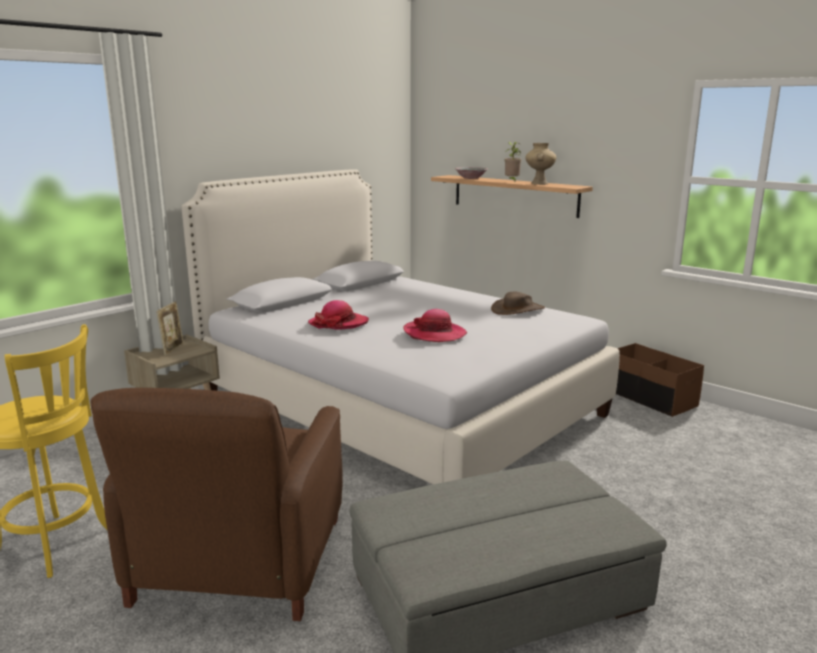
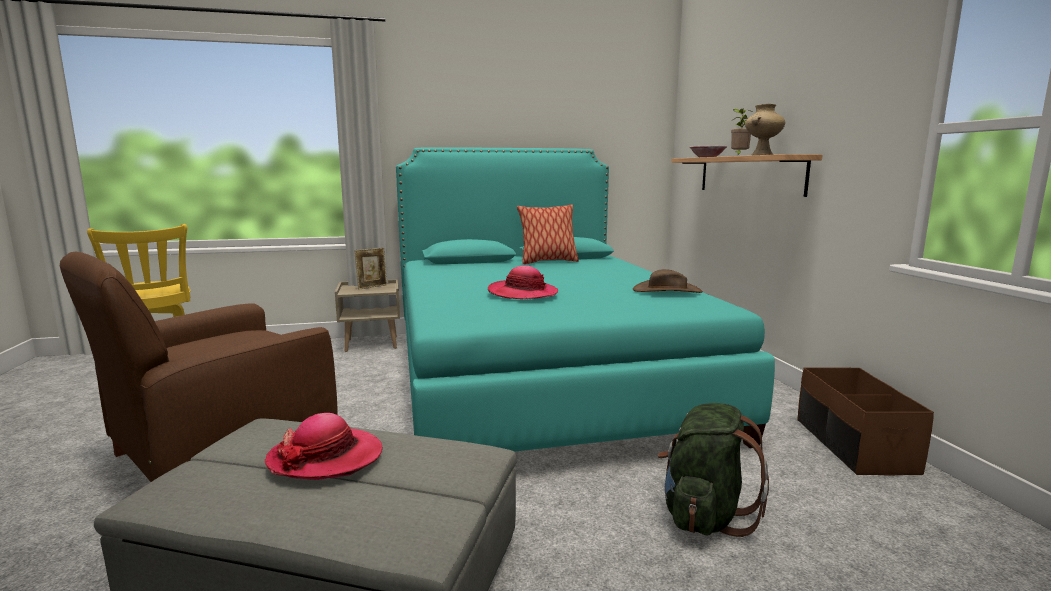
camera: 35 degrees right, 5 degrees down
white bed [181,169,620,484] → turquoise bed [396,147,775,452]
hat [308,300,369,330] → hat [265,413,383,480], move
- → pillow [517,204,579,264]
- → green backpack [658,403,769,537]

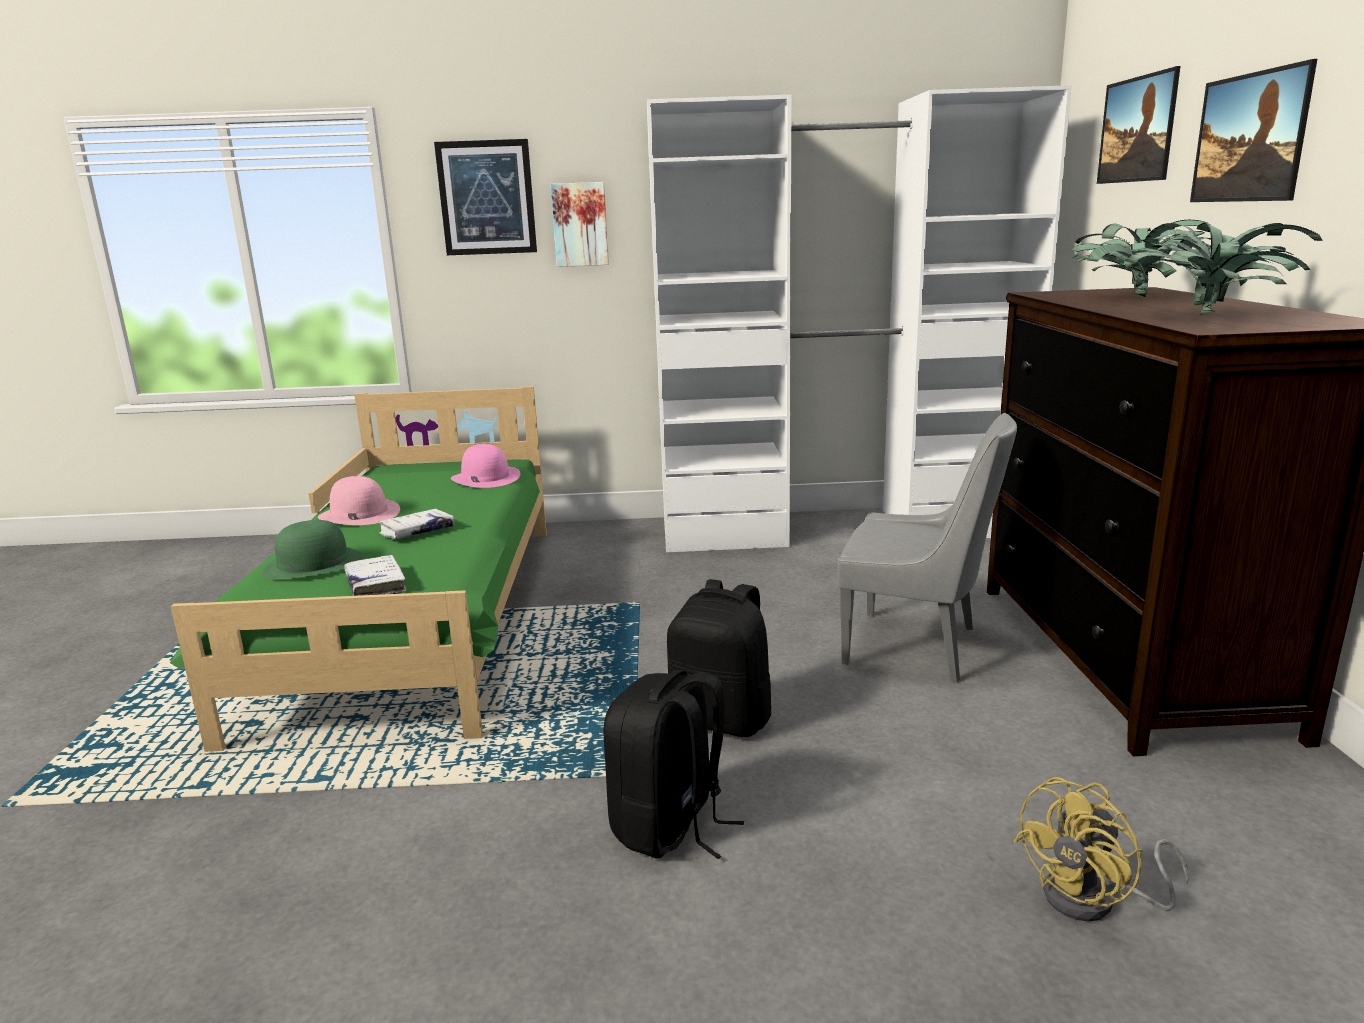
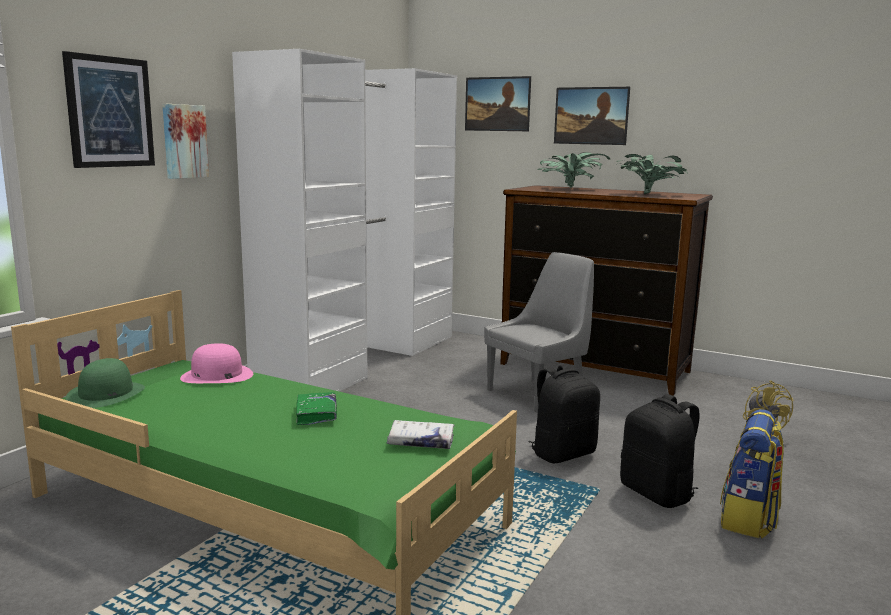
camera: 60 degrees left, 5 degrees down
pink hat [318,476,400,525] → -
white book [379,509,454,540] → green book [296,392,337,425]
green hat [262,520,364,580] → green hat [66,358,145,408], move
- → backpack [720,409,784,539]

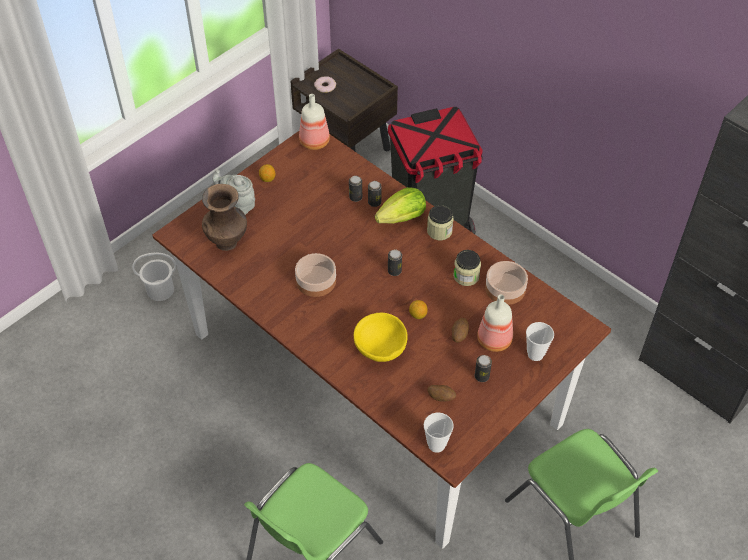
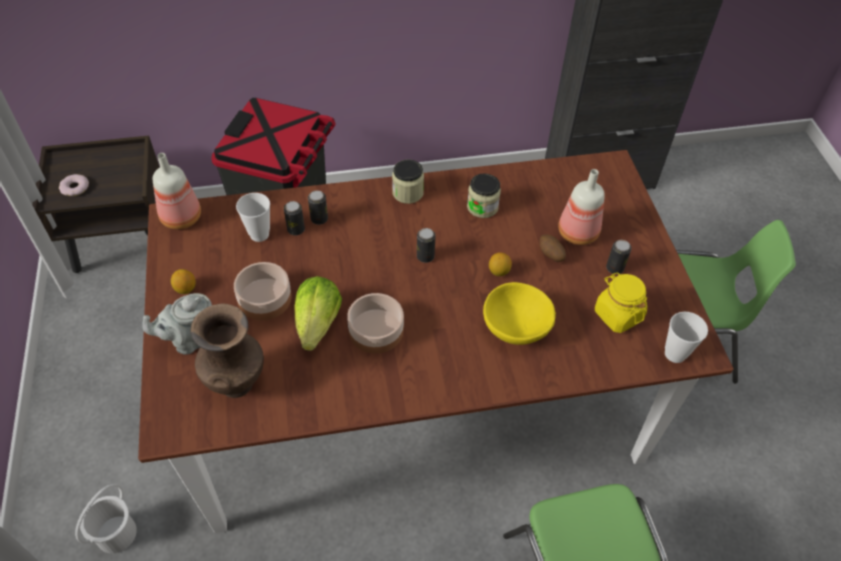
camera: 55 degrees left, 0 degrees up
lettuce [375,187,426,224] → lettuce [294,276,342,351], move
bowl [485,261,528,305] → bowl [234,262,292,320], move
cup [526,322,554,361] → cup [236,193,270,242], move
potato [427,385,456,402] → yellow jar [595,273,647,333]

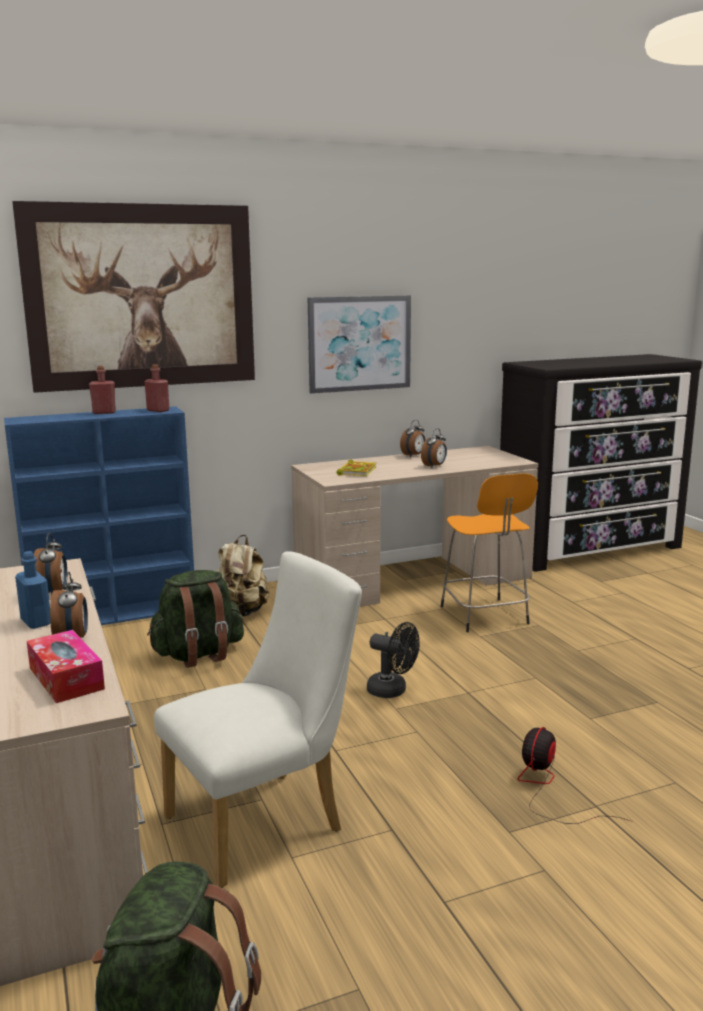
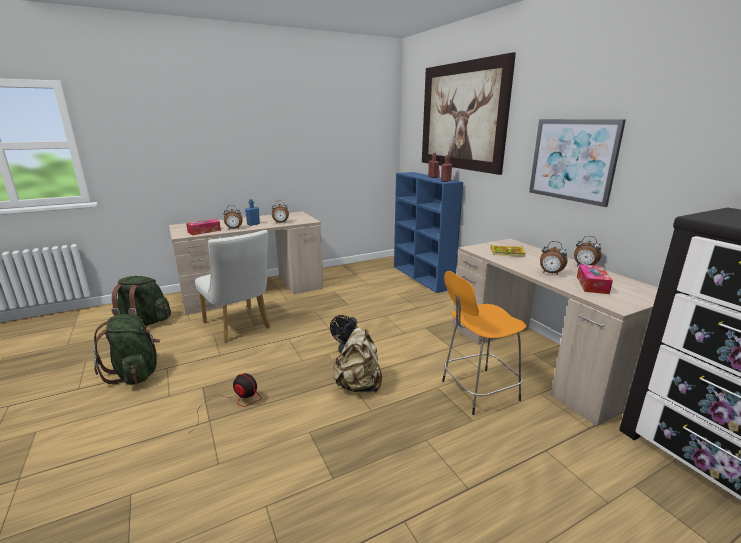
camera: 85 degrees right, 5 degrees up
beige backpack [215,535,269,617] → beige backpack [333,328,382,392], move
green backpack [147,570,244,668] → green backpack [93,314,160,385], move
- → tissue box [577,264,613,294]

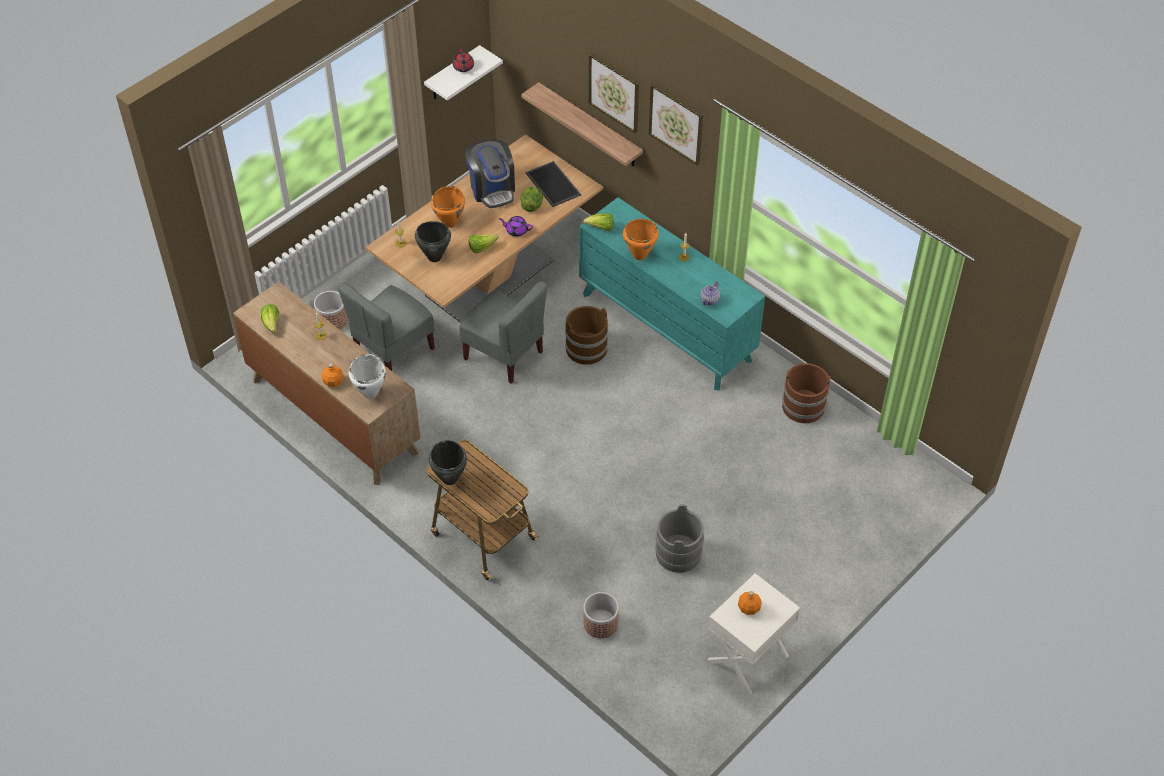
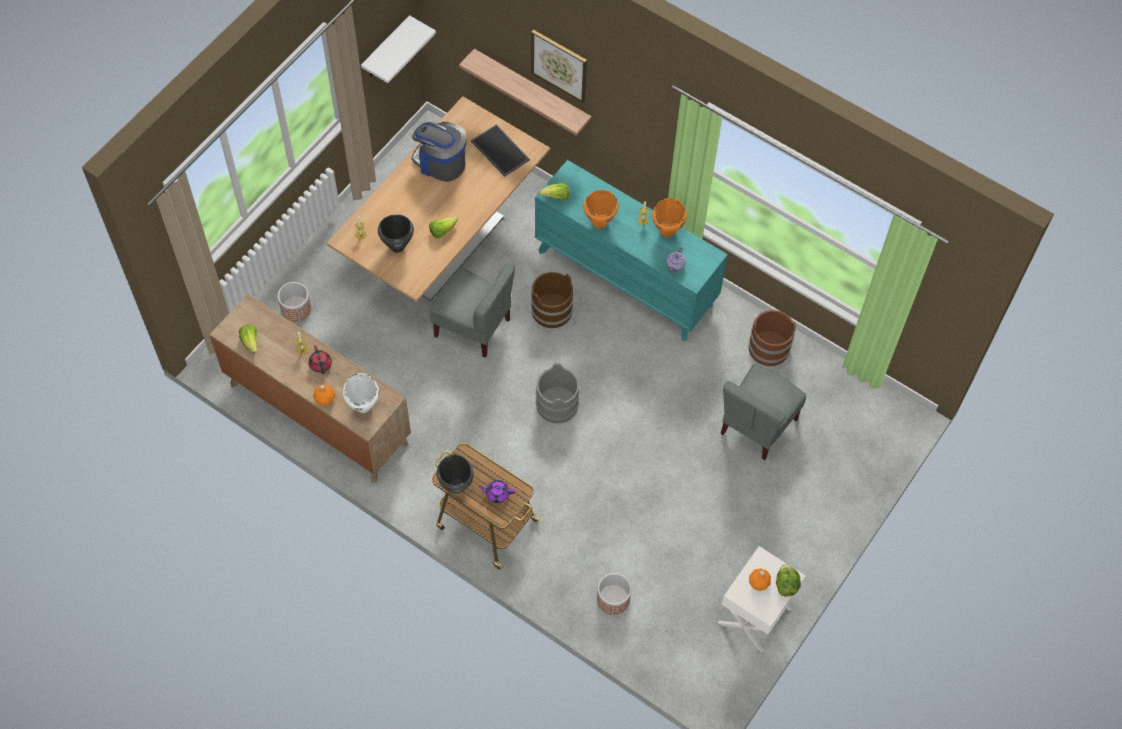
camera: 10 degrees left, 10 degrees up
red teapot [453,49,474,72] → red teapot [309,345,332,374], move
picture [649,83,703,166] → -
coffee machine [465,139,515,208] → coffee machine [411,122,466,182], 150 degrees clockwise
orange cooking pot [431,186,465,228] → orange cooking pot [652,198,686,237], move
lettuce [521,186,543,212] → lettuce [776,564,801,596], move
purple teapot [499,216,533,237] → purple teapot [477,480,515,503], move
grey chair [338,282,435,371] → grey chair [720,364,806,460], move
grey bucket [655,504,704,573] → grey bucket [536,363,580,424], move

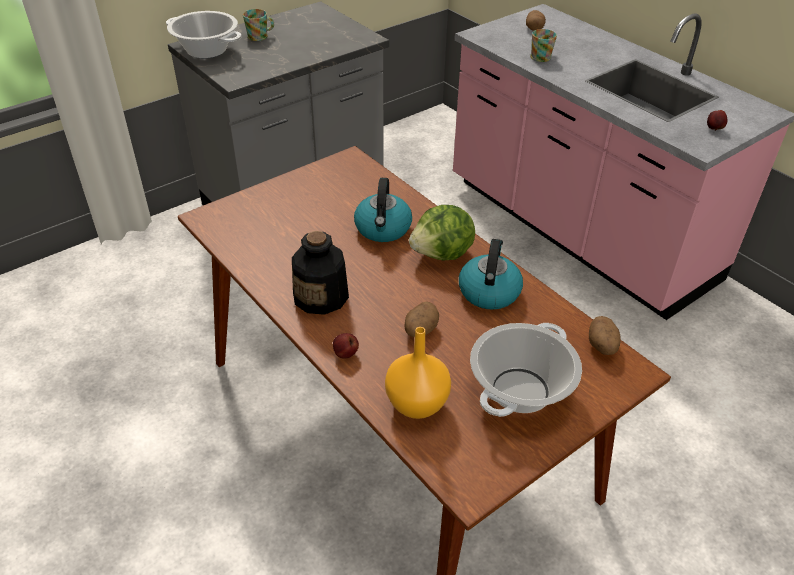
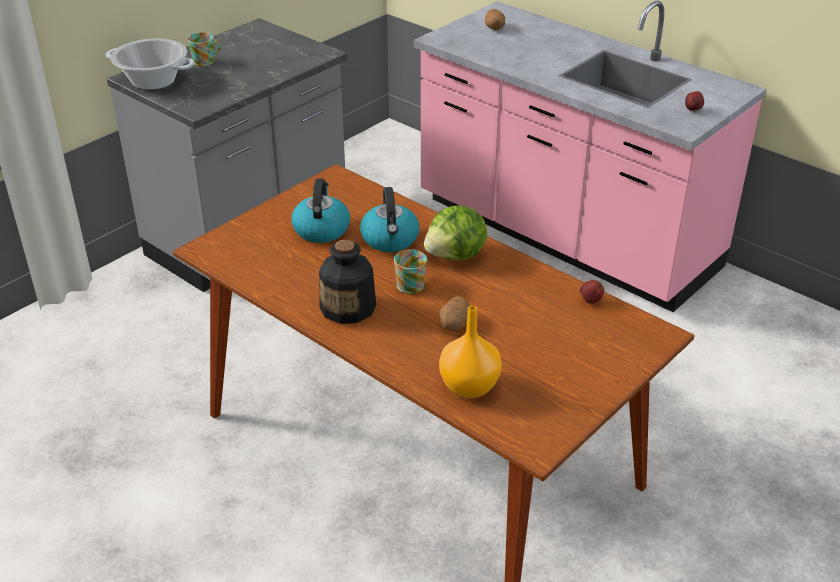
camera: 10 degrees left, 5 degrees down
mug [530,29,557,62] → mug [394,249,427,294], move
kettle [459,239,523,310] → kettle [292,179,350,243], move
potato [589,316,621,355] → -
cooking pot [470,323,582,417] → -
apple [333,333,359,358] → apple [580,280,604,304], move

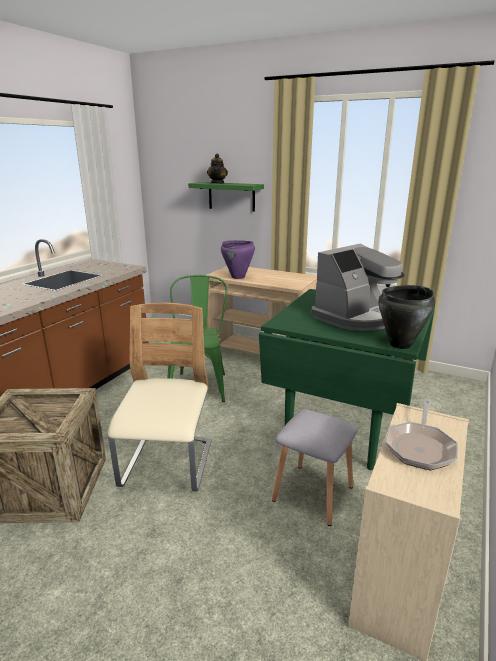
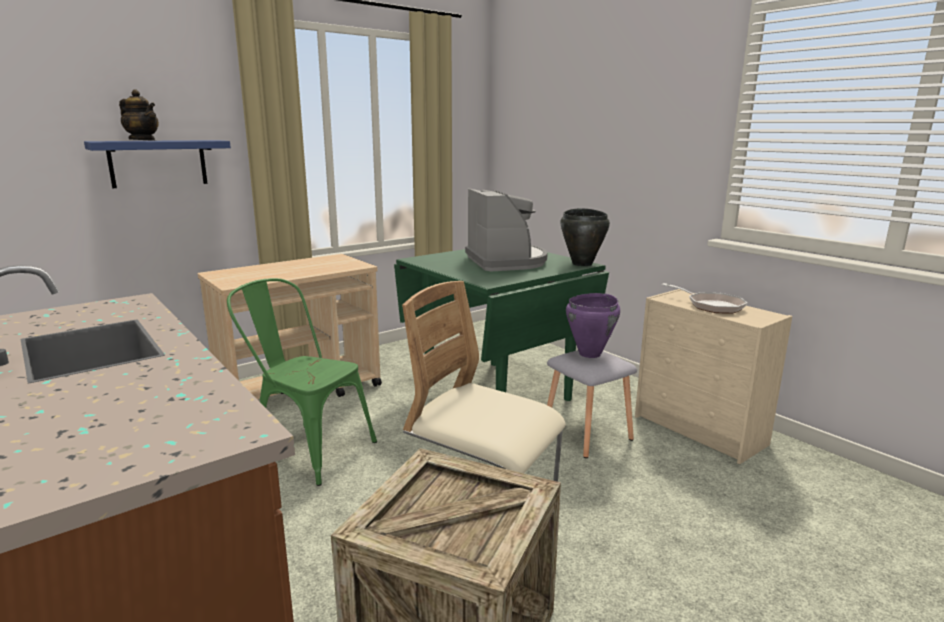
camera: 65 degrees left, 5 degrees down
green shelf [188,182,264,212] → blue shelf [84,140,231,188]
purple cooking pot [221,240,255,279] → purple cooking pot [566,293,620,358], move

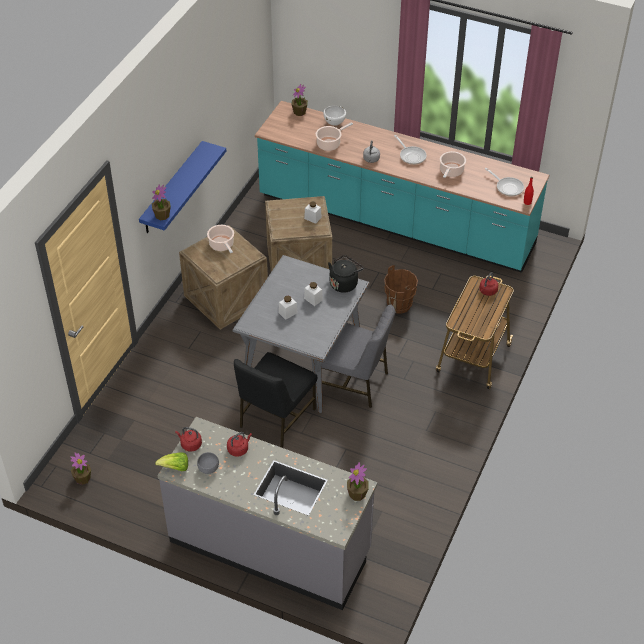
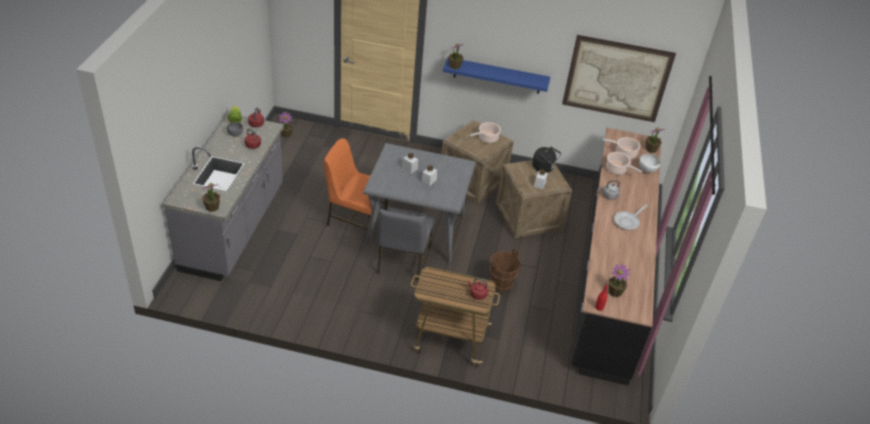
camera: 75 degrees right, 5 degrees down
turquoise counter [255,101,549,273] → black counter [571,128,661,386]
cooking pot [440,151,466,178] → cooking pot [603,137,641,159], move
frying pan [485,168,524,196] → potted plant [609,263,630,297]
black kettle [328,255,364,293] → black kettle [532,147,561,173], move
black chair [234,352,317,448] → orange chair [324,138,388,230]
- → picture [562,35,676,122]

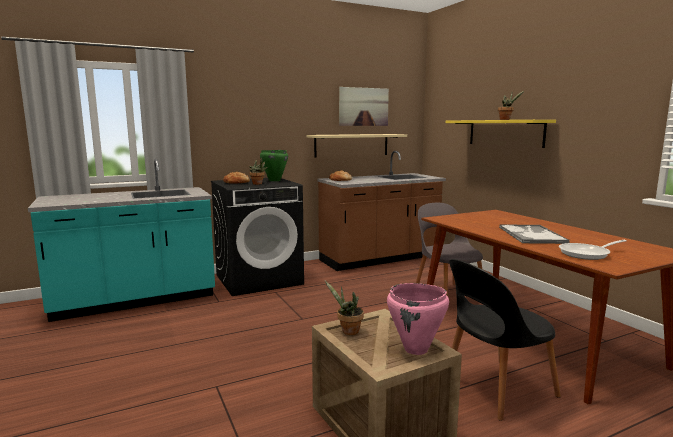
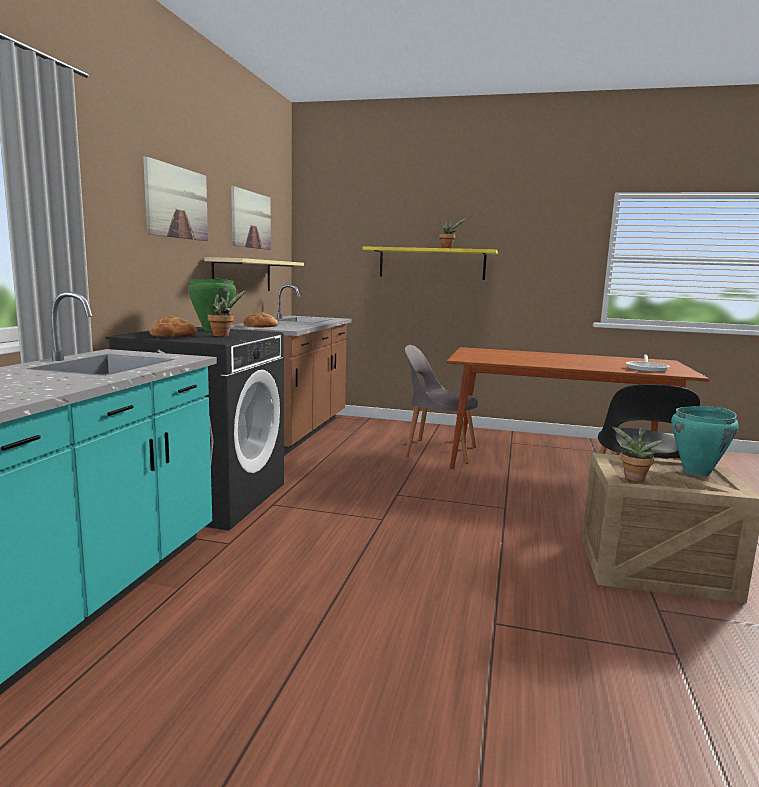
camera: 50 degrees left, 0 degrees up
tray [499,224,570,244] → -
pink cooking pot [387,283,449,355] → turquoise cooking pot [671,406,739,476]
- → picture [143,156,208,241]

